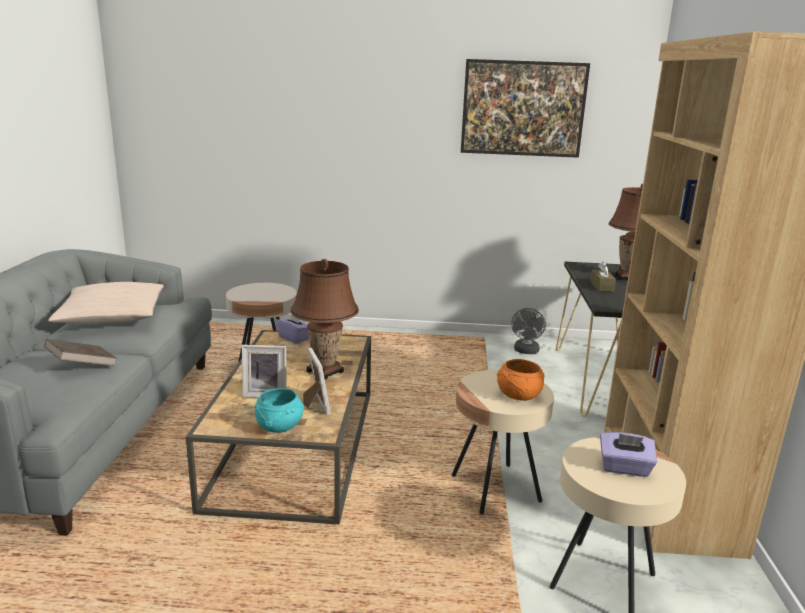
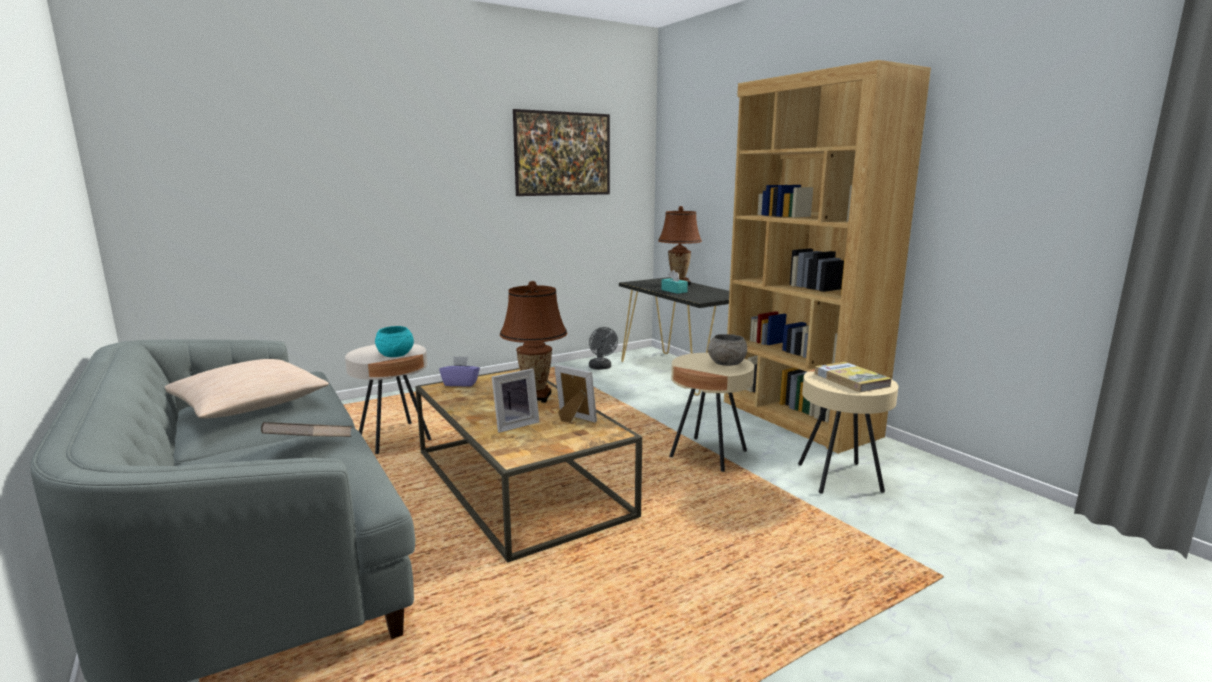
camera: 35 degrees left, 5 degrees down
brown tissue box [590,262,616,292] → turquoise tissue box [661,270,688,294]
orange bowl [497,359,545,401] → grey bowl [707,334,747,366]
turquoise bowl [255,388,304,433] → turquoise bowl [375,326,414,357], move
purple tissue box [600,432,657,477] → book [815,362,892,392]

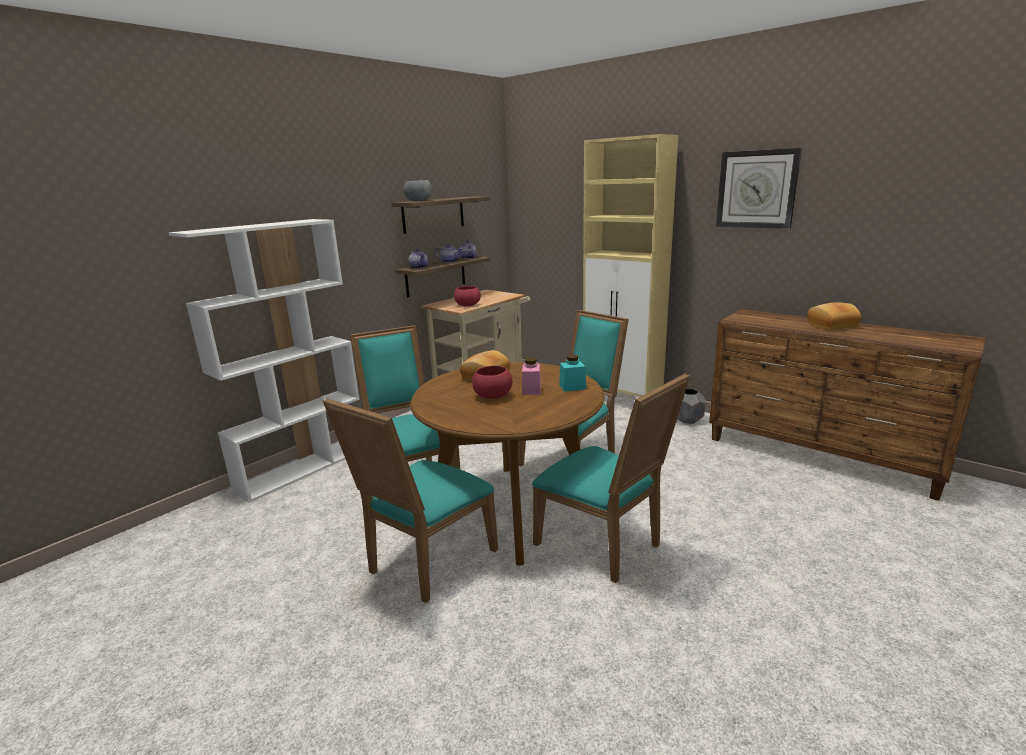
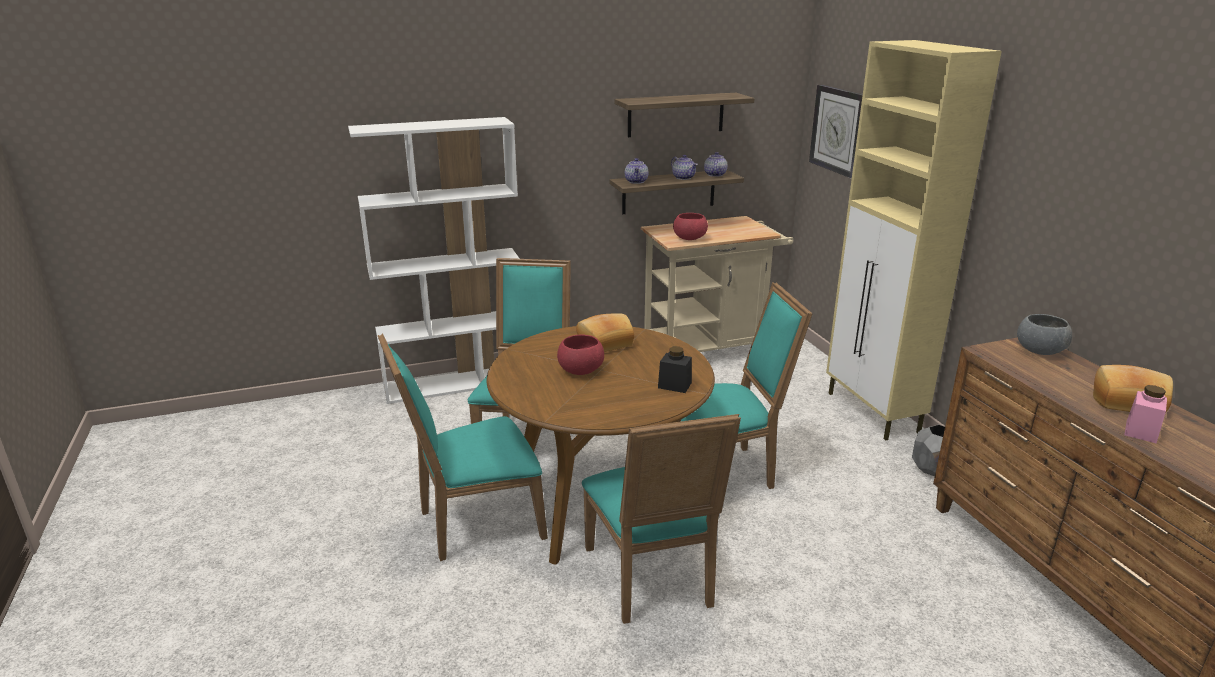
camera: 30 degrees right, 5 degrees up
wall clock [716,148,802,229] → wall clock [809,85,863,179], move
grey bowl [403,180,432,201] → grey bowl [1017,314,1072,355], move
turquoise jar [559,355,586,391] → black jar [658,346,692,393]
pink jar [522,358,541,395] → pink jar [1124,385,1167,443], move

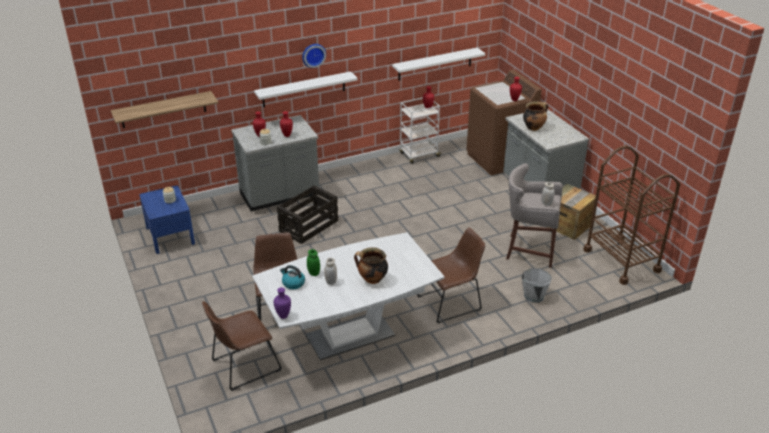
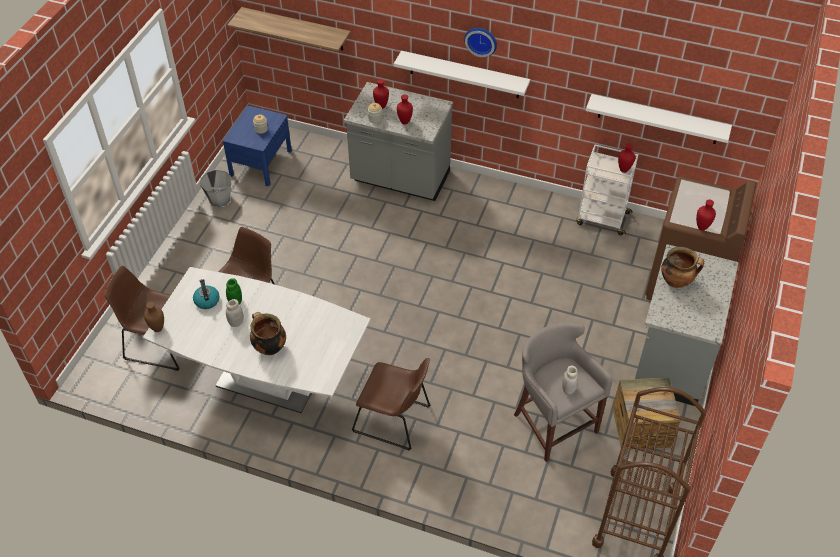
camera: 45 degrees right, 15 degrees up
crate [277,185,338,244] → -
grey bucket [522,268,552,303] → grey bucket [200,170,231,207], move
purple vase [274,287,291,319] → brown vase [144,302,164,332]

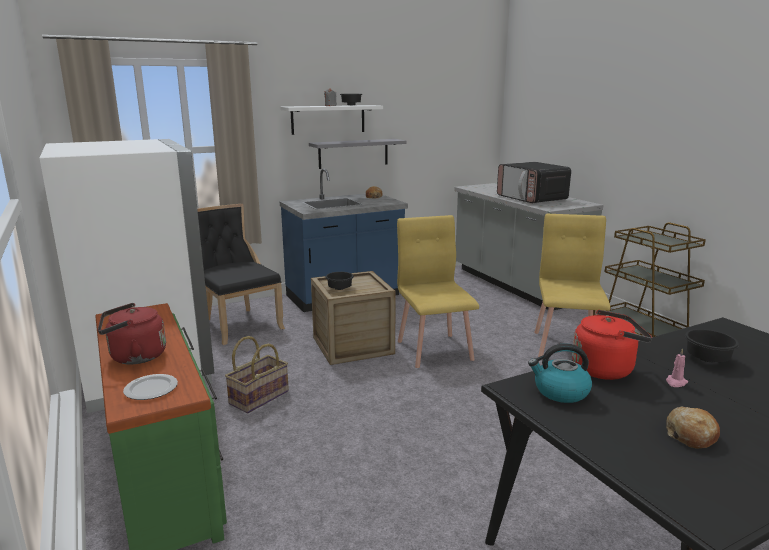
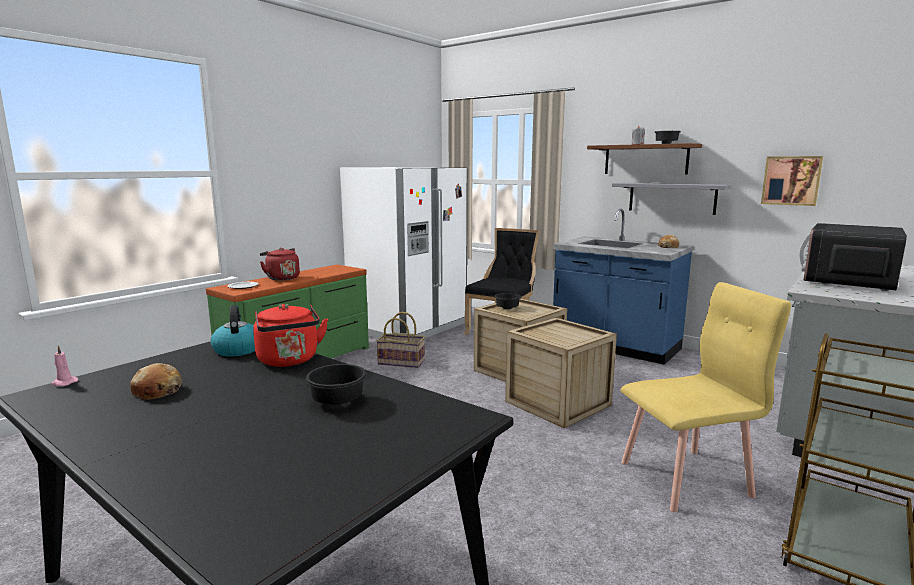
camera: 65 degrees right, 5 degrees down
white shelf [280,105,383,135] → brown shelf [587,143,702,175]
yellow chair [397,215,479,368] → crate [505,318,617,428]
pink candle [666,348,688,387] → pink candle [52,345,78,386], move
- → picture [761,156,823,206]

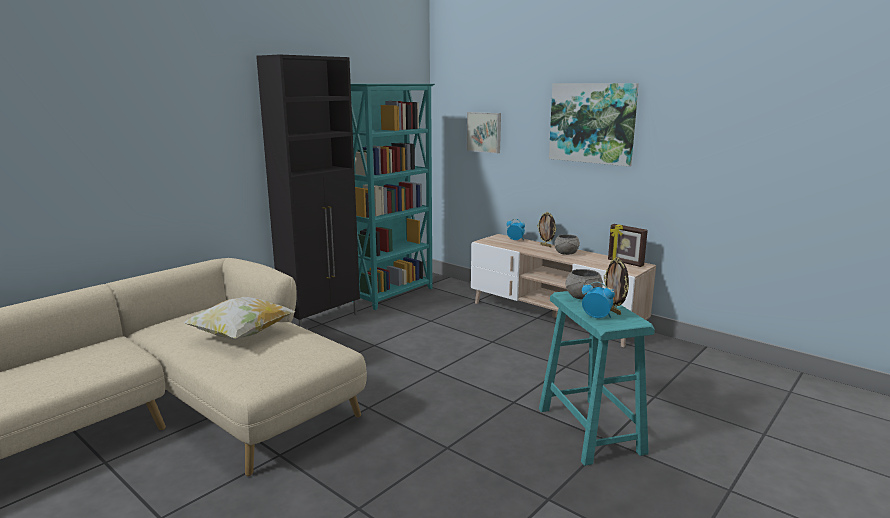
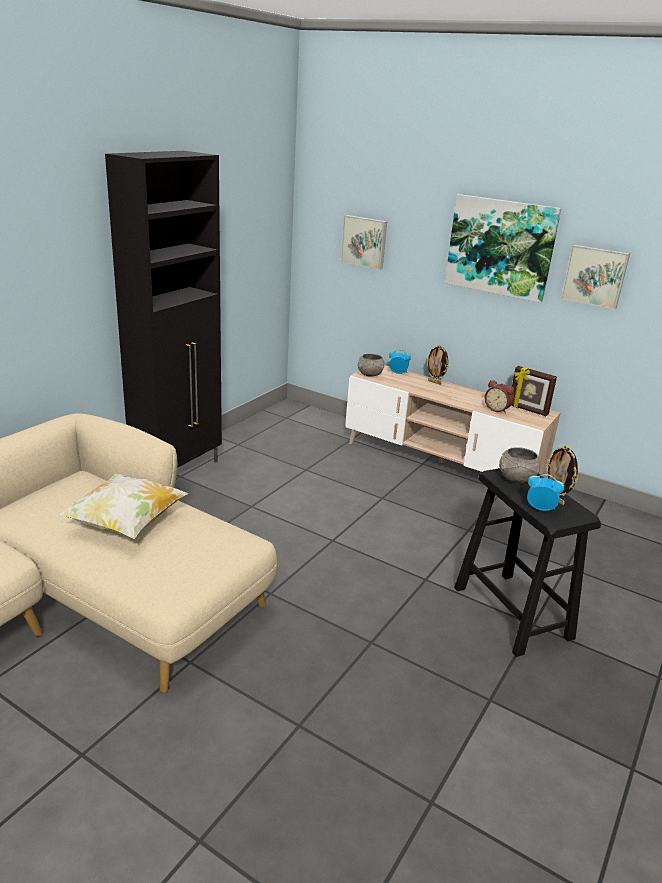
camera: 10 degrees left, 10 degrees up
turquoise bookcase [351,84,435,310] → -
grey bowl [554,234,580,255] → grey bowl [358,354,385,377], move
turquoise stool [539,291,655,466] → black stool [454,468,601,657]
- → picture [561,245,630,309]
- → alarm clock [485,380,514,414]

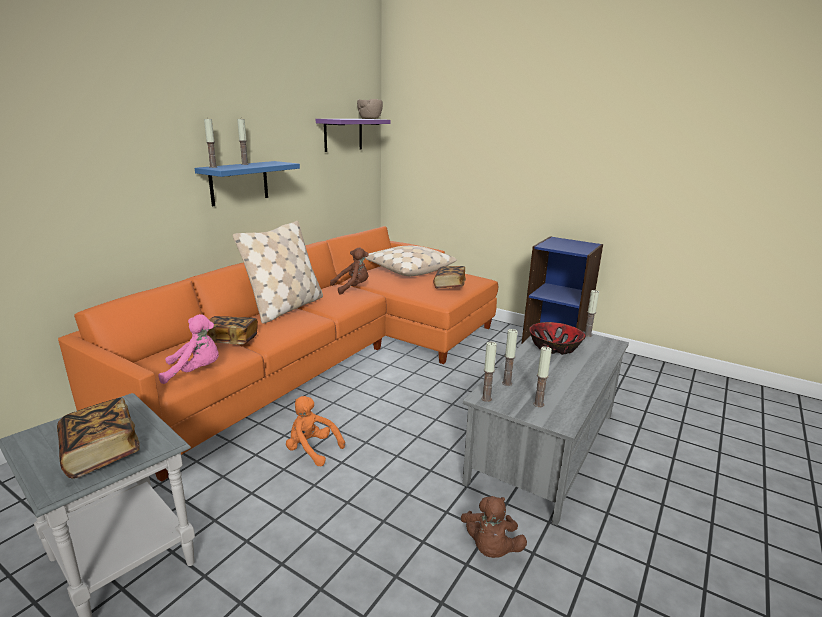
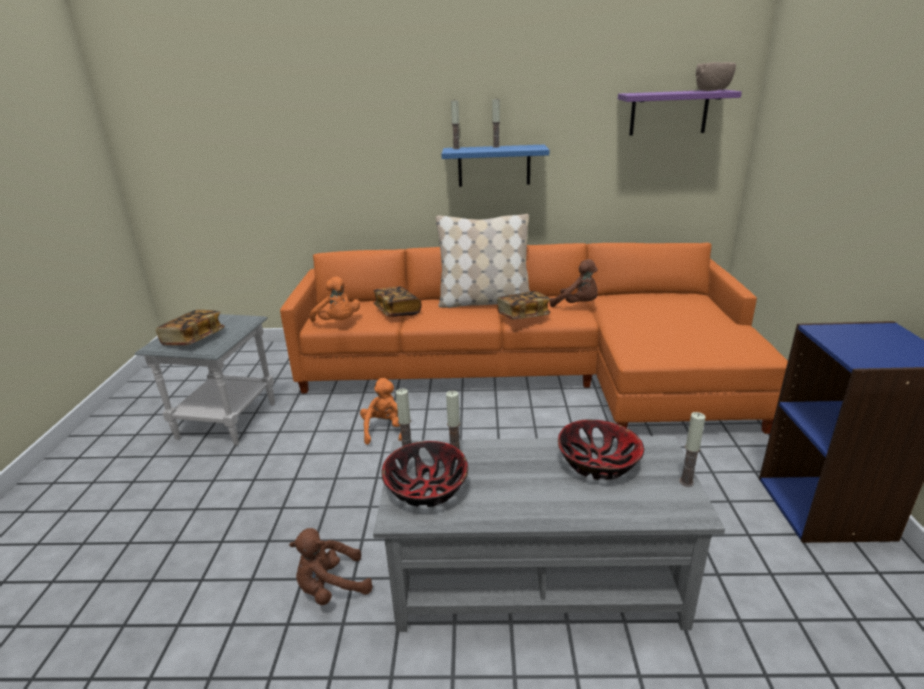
camera: 60 degrees right, 5 degrees up
beige pillow [366,246,457,276] → -
book [434,266,466,289] → book [497,291,551,320], move
pink plush toy [158,314,219,384] → orange plush toy [309,276,360,322]
candle [533,347,552,407] → bowl [382,441,468,507]

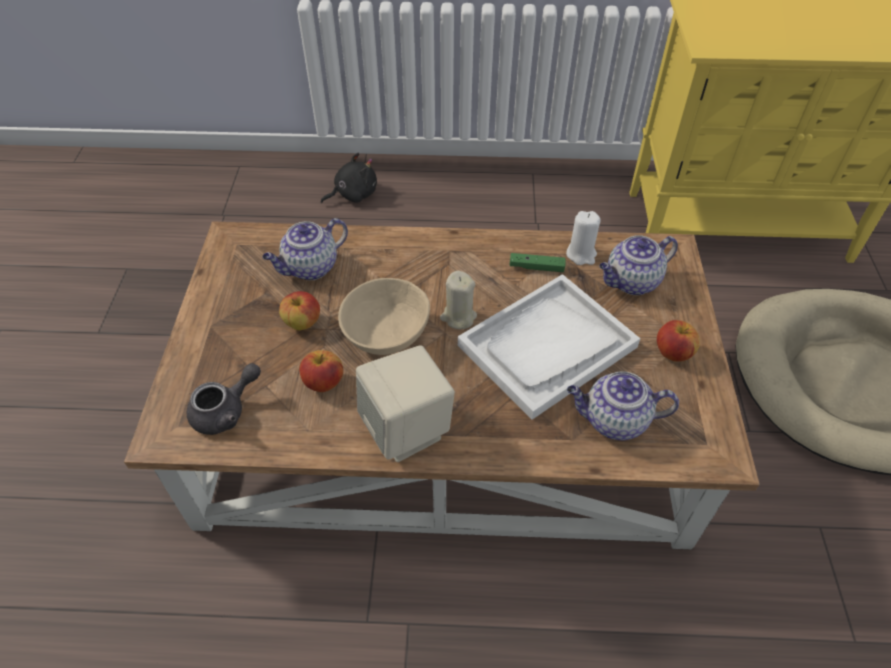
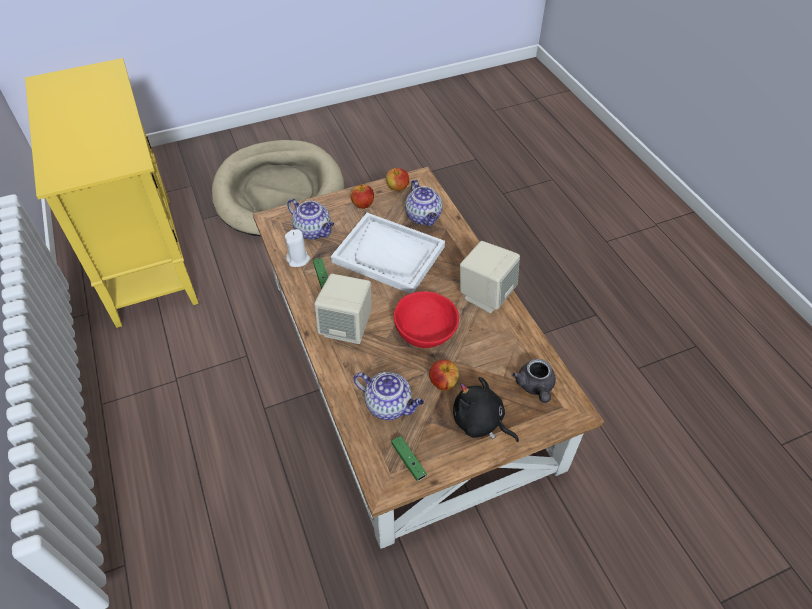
camera: 115 degrees left, 0 degrees up
black plush toy [321,152,377,203] → black plush toy [453,377,519,442], move
beige candle [440,271,477,329] → -
beige bowl [338,278,430,355] → red bowl [394,291,459,348]
apple [299,350,343,392] → apple [386,168,409,191], move
grey teapot [187,363,261,435] → grey teapot [512,359,556,403], 120 degrees counterclockwise
- → beige speaker [314,274,372,344]
- → green game controller [392,436,427,481]

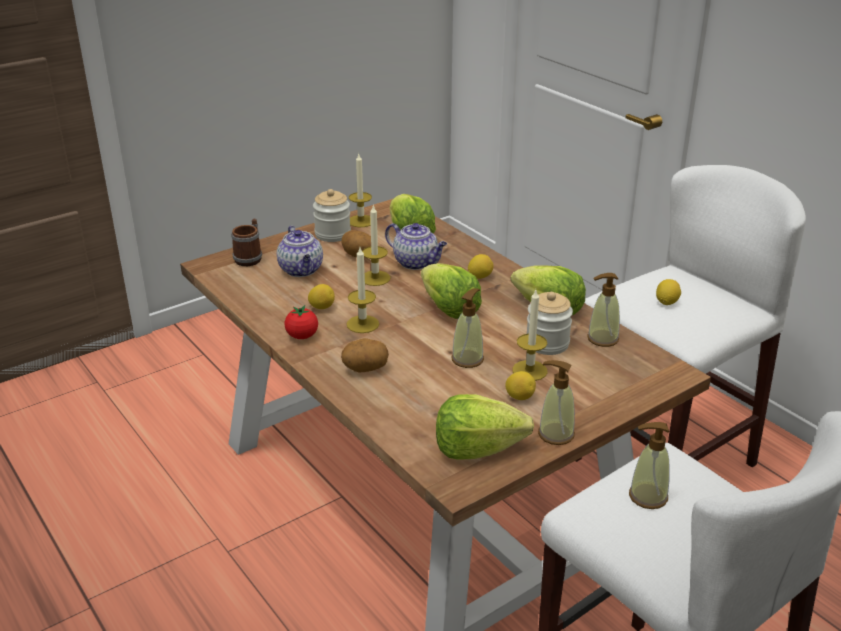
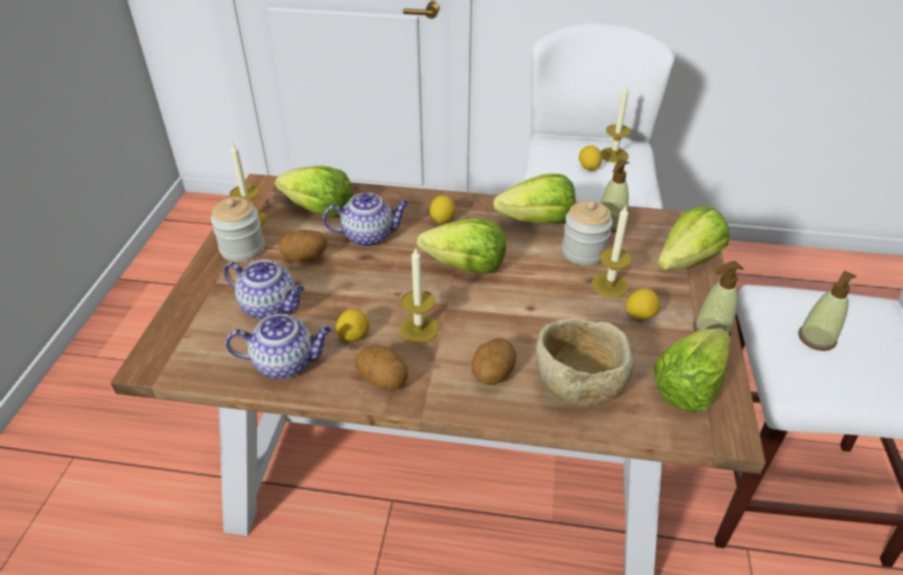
camera: 45 degrees left, 10 degrees up
candle [362,204,391,286] → candle [601,84,631,163], move
mug [231,218,262,266] → -
soap dispenser [451,288,484,368] → -
tomato [284,305,318,339] → potato [356,345,408,391]
- → lettuce [658,206,730,270]
- → teapot [226,314,332,379]
- → beige bowl [535,318,634,407]

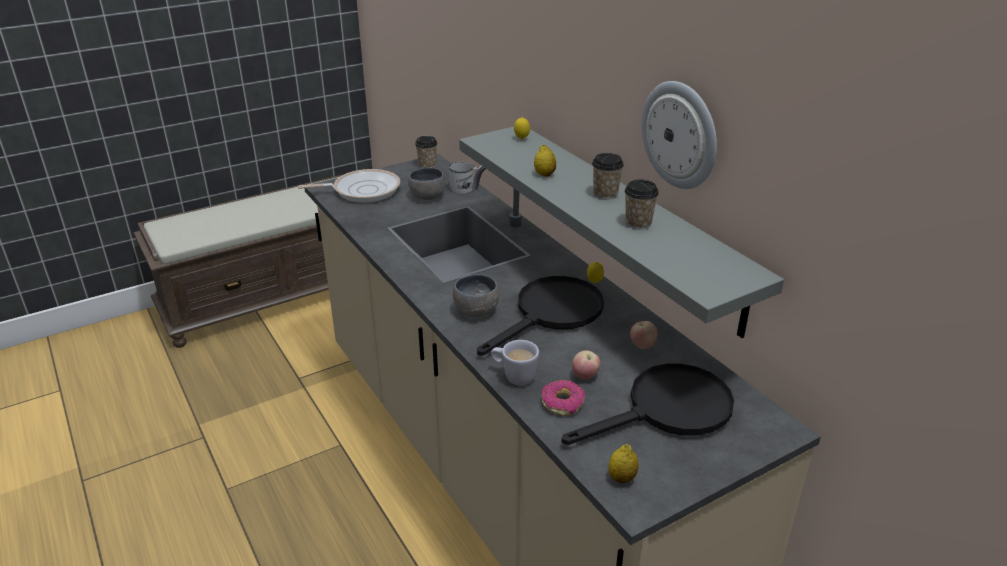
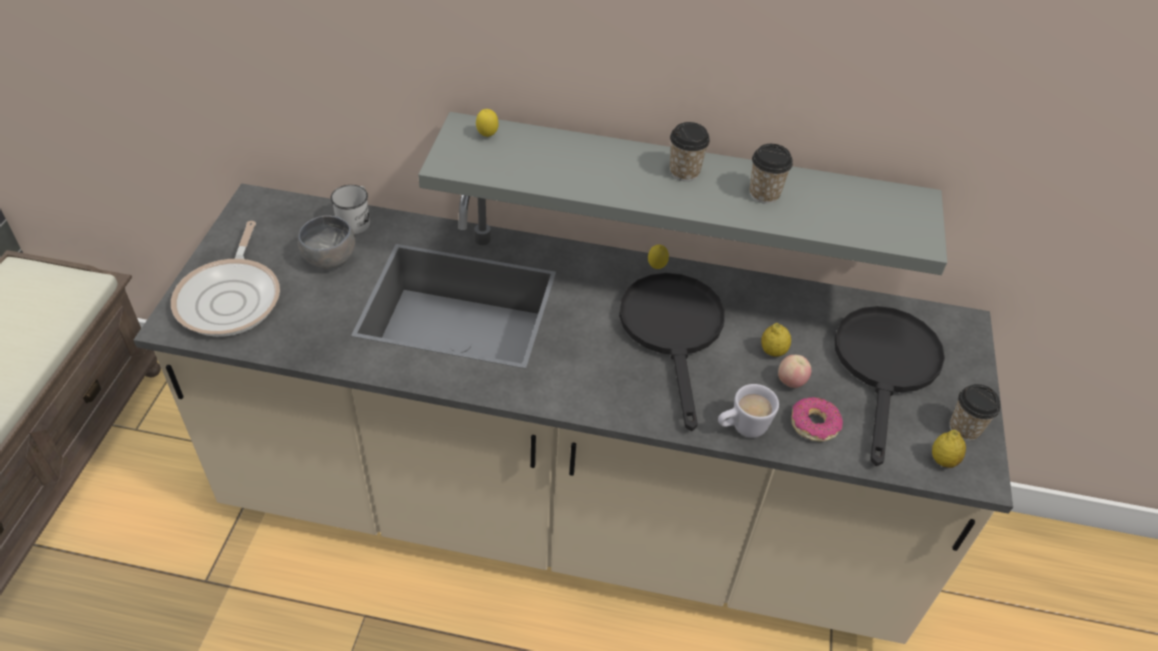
camera: 50 degrees left, 15 degrees up
wall clock [641,81,717,189] → -
cup [415,136,438,168] → cup [950,384,1001,441], move
lemon [534,145,556,177] → lemon [761,323,791,356], move
frying pan [298,169,400,203] → frying pan [171,221,280,337], 150 degrees clockwise
grey bowl [453,274,499,317] → -
apple [630,321,658,349] → -

